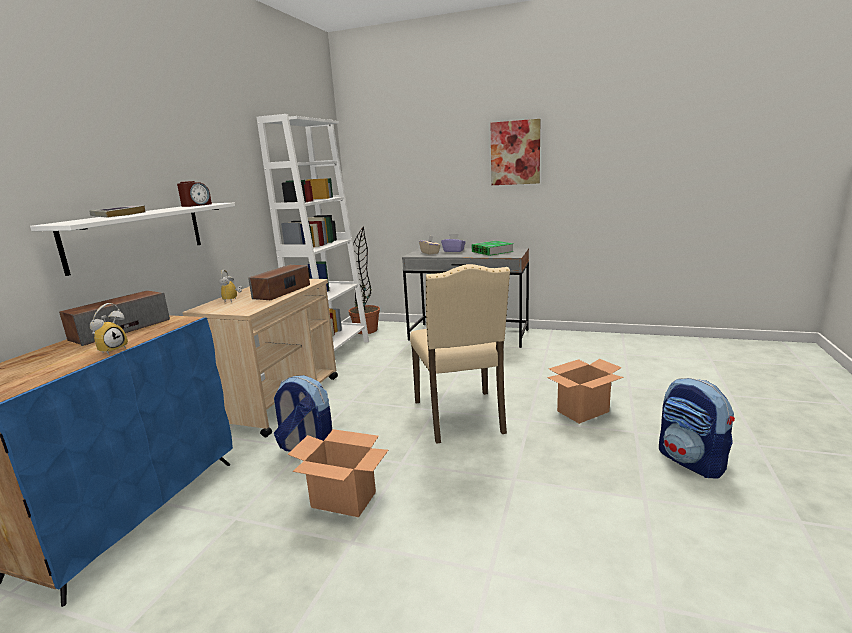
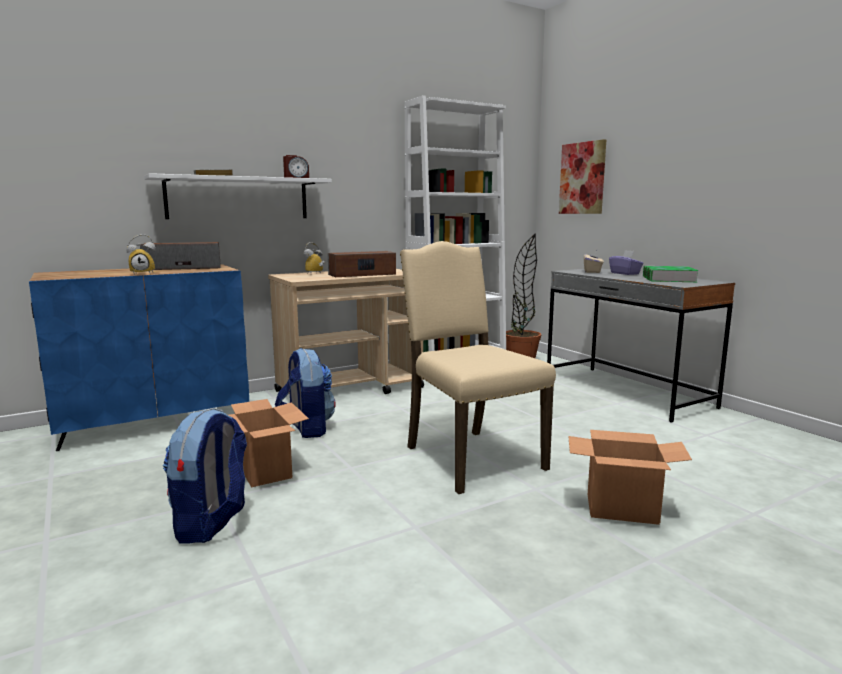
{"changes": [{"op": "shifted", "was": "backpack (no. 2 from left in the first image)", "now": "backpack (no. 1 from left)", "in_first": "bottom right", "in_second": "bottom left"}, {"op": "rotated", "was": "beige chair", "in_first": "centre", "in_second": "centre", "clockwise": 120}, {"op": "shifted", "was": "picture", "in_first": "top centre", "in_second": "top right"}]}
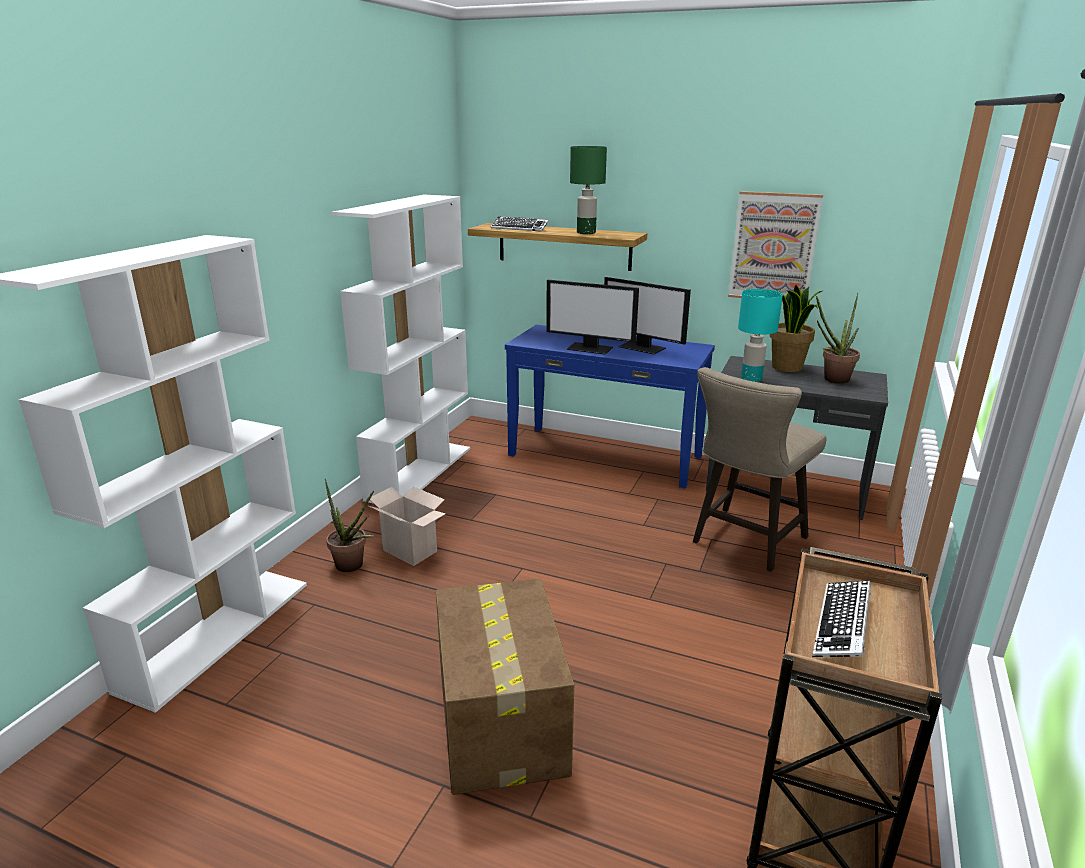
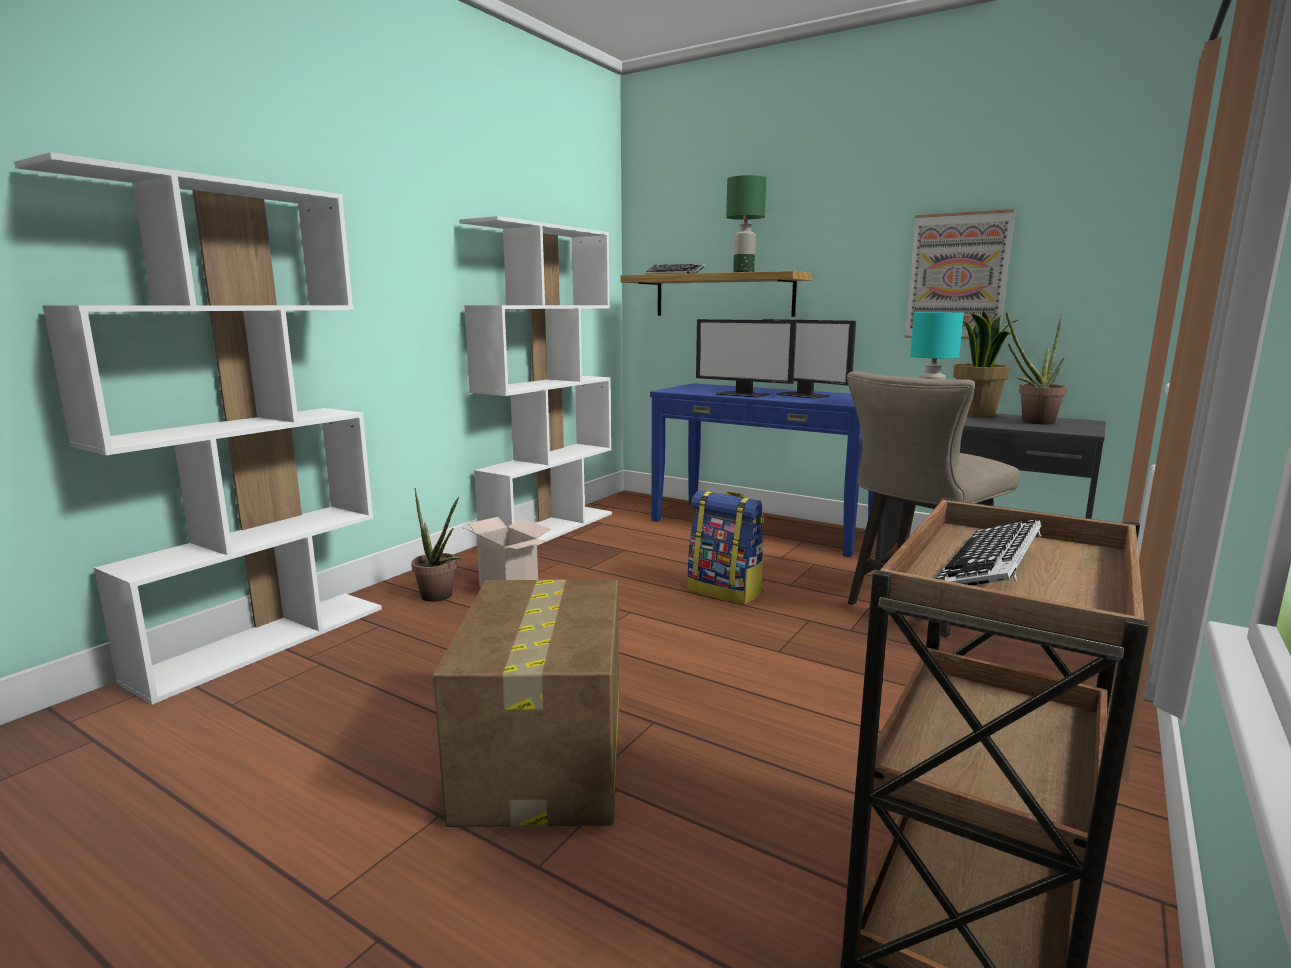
{"changes": [{"op": "new", "now": "backpack", "in_second": "centre"}]}
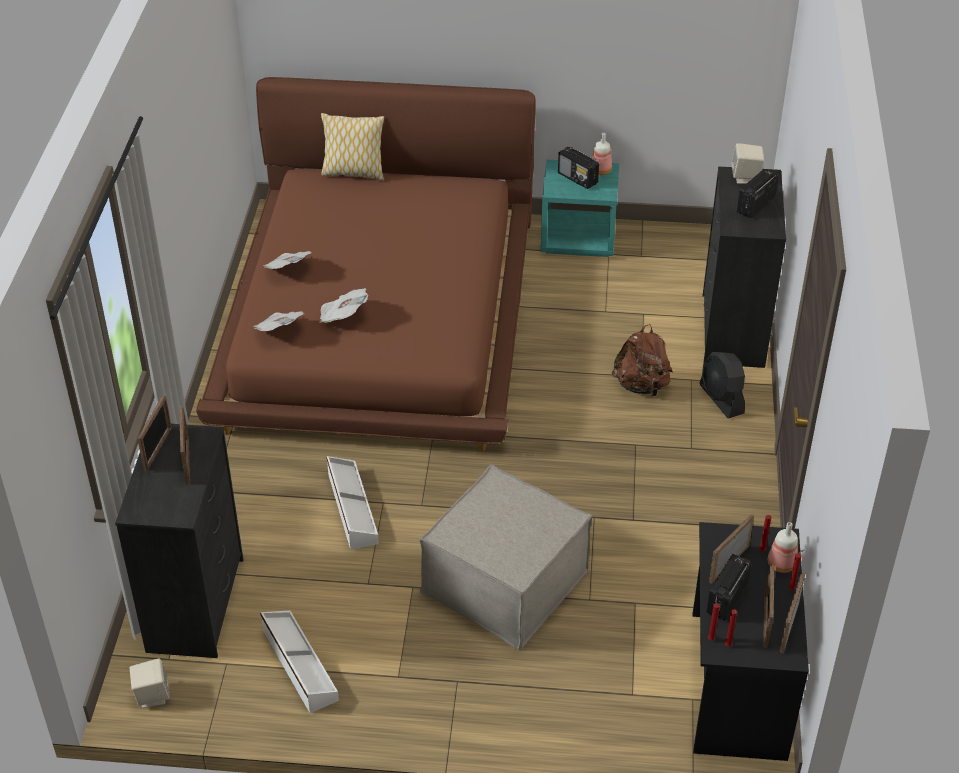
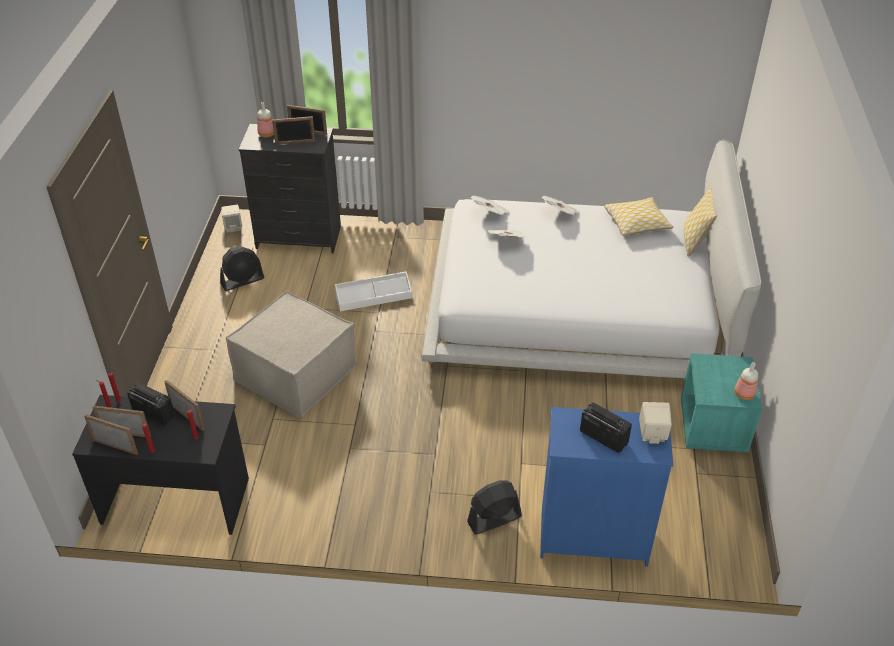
{"changes": [{"op": "swapped", "was": "white storage box (no. 1 from left)", "now": "black fan (no. 1 from left)", "in_first": "bottom left", "in_second": "middle left"}, {"op": "shifted", "was": "bottle (no. 2 from left in the first image)", "now": "bottle (no. 1 from left)", "in_first": "bottom right", "in_second": "top left"}, {"op": "repainted", "was": "brown bed", "now": "white bed", "in_first": "centre", "in_second": "centre"}, {"op": "repainted", "was": "black dresser (no. 2 from left)", "now": "blue dresser", "in_first": "middle right", "in_second": "bottom right"}, {"op": "new", "now": "pillow (no. 1 from left)", "in_second": "middle right"}, {"op": "gone", "was": "radio (no. 1 from left)", "in_first": "top centre"}, {"op": "gone", "was": "brown backpack", "in_first": "middle right"}]}
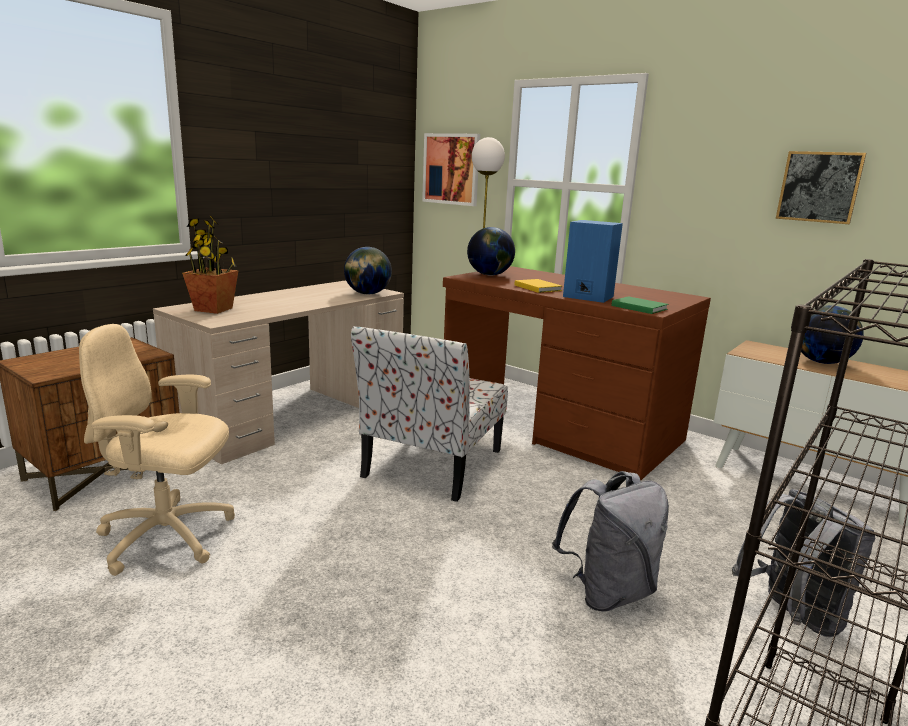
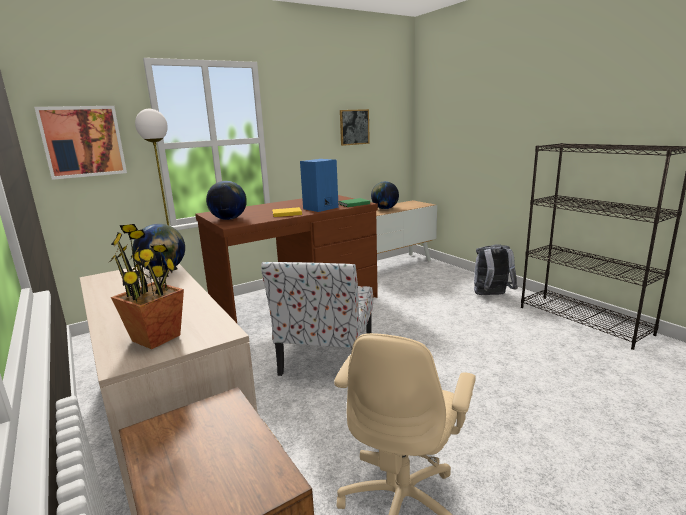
{"changes": [{"op": "rotated", "was": "chair", "in_first": "centre", "in_second": "centre", "clockwise": 60}, {"op": "gone", "was": "grey backpack (no. 1 from left)", "in_first": "bottom right"}]}
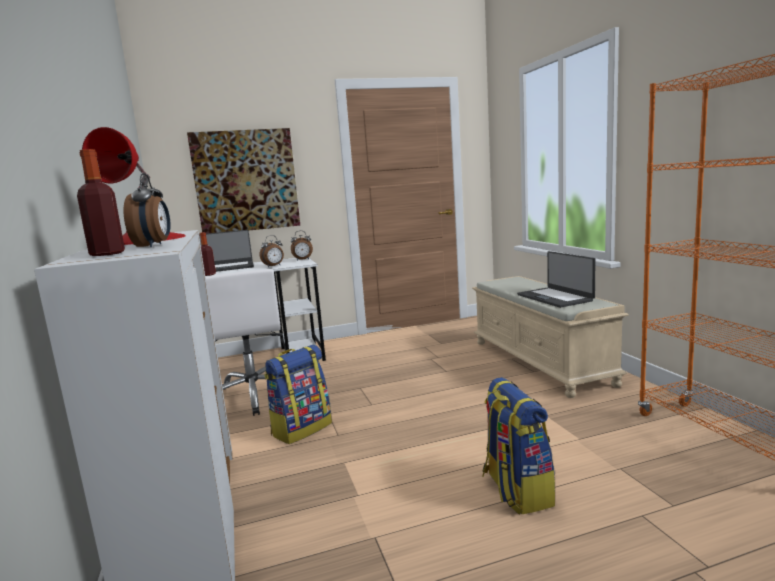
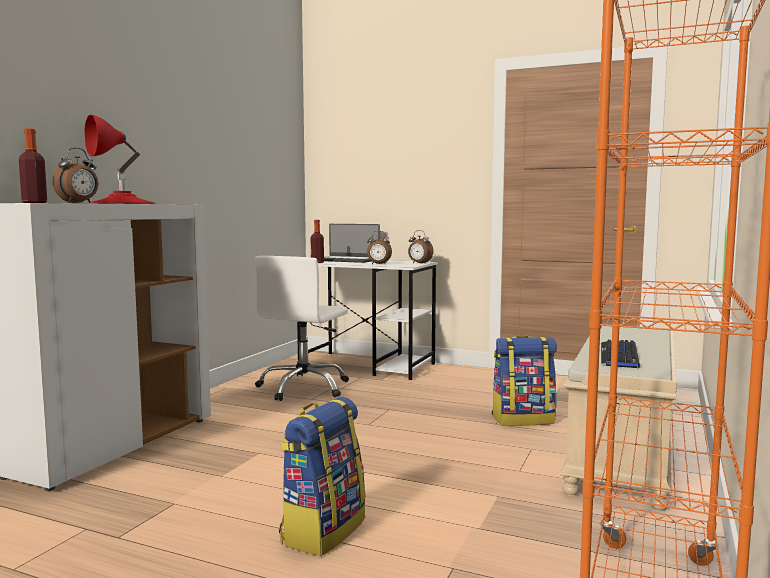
{"changes": [{"op": "shifted", "was": "backpack (no. 1 from left in the first image)", "now": "backpack (no. 2 from left)", "in_first": "bottom centre", "in_second": "middle right"}, {"op": "swapped", "was": "laptop (no. 2 from left)", "now": "keyboard", "in_first": "middle right", "in_second": "middle right"}, {"op": "gone", "was": "picture", "in_first": "top left"}]}
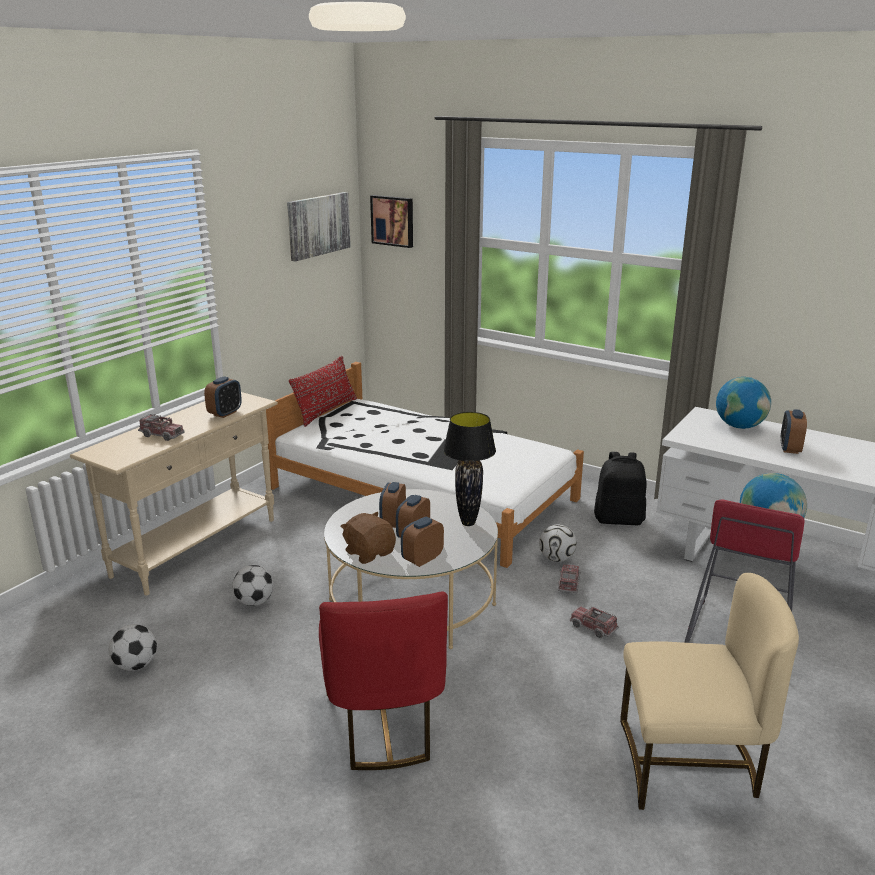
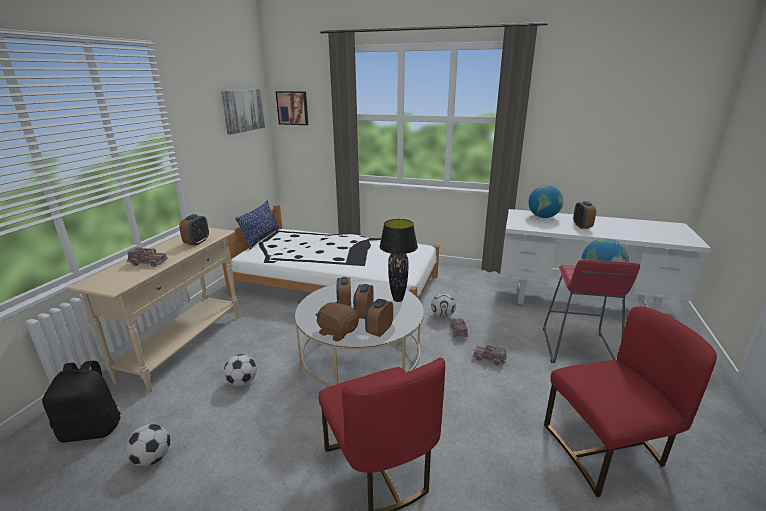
{"changes": [{"op": "shifted", "was": "black backpack", "in_first": "middle right", "in_second": "bottom left"}, {"op": "repainted", "was": "red pillow", "now": "blue pillow", "in_first": "centre", "in_second": "centre"}, {"op": "repainted", "was": "beige chair", "now": "red chair (no. 2 from left)", "in_first": "bottom right", "in_second": "bottom right"}]}
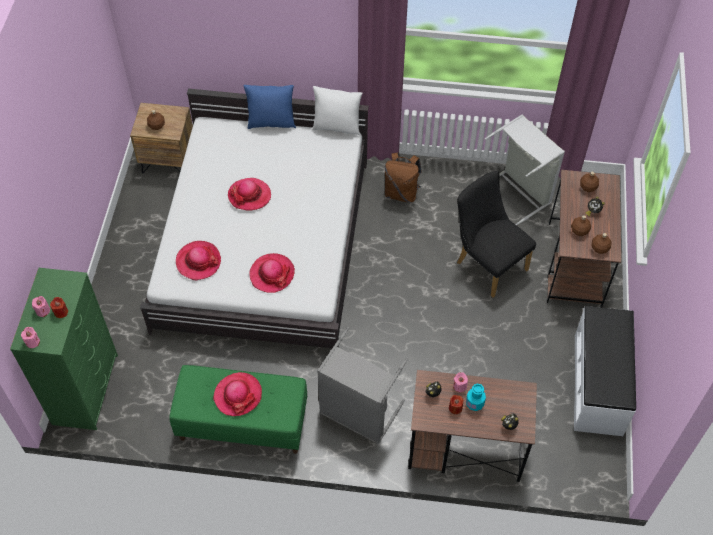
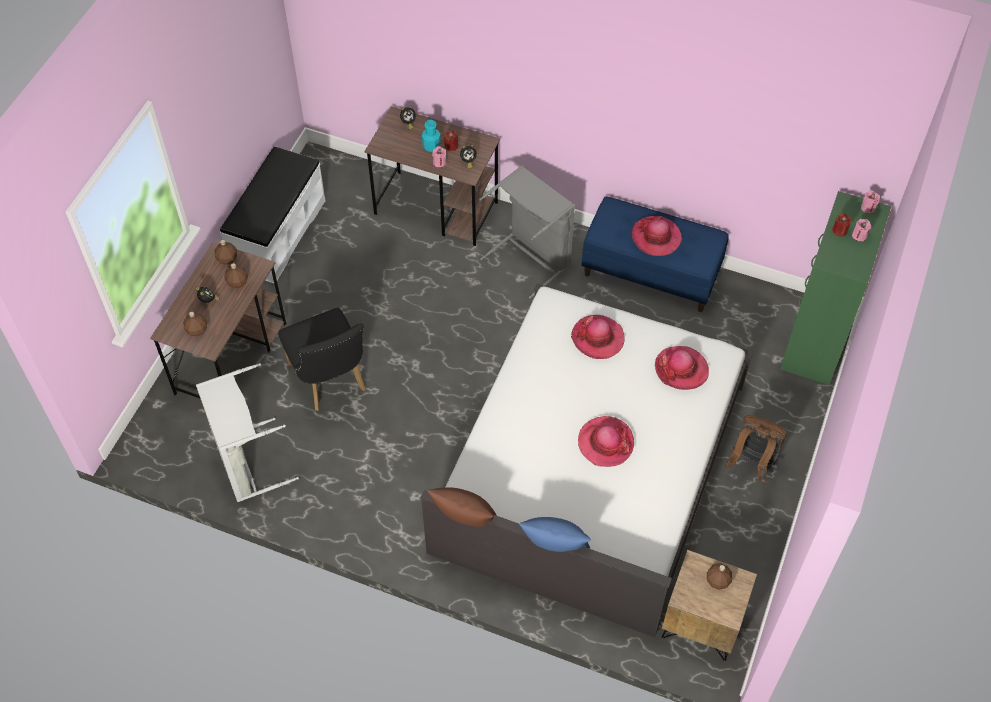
{"changes": [{"op": "repainted", "was": "white pillow", "now": "brown pillow", "in_first": "top centre", "in_second": "bottom centre"}, {"op": "repainted", "was": "green bench", "now": "blue bench", "in_first": "bottom centre", "in_second": "centre"}, {"op": "shifted", "was": "brown backpack", "in_first": "top centre", "in_second": "middle right"}]}
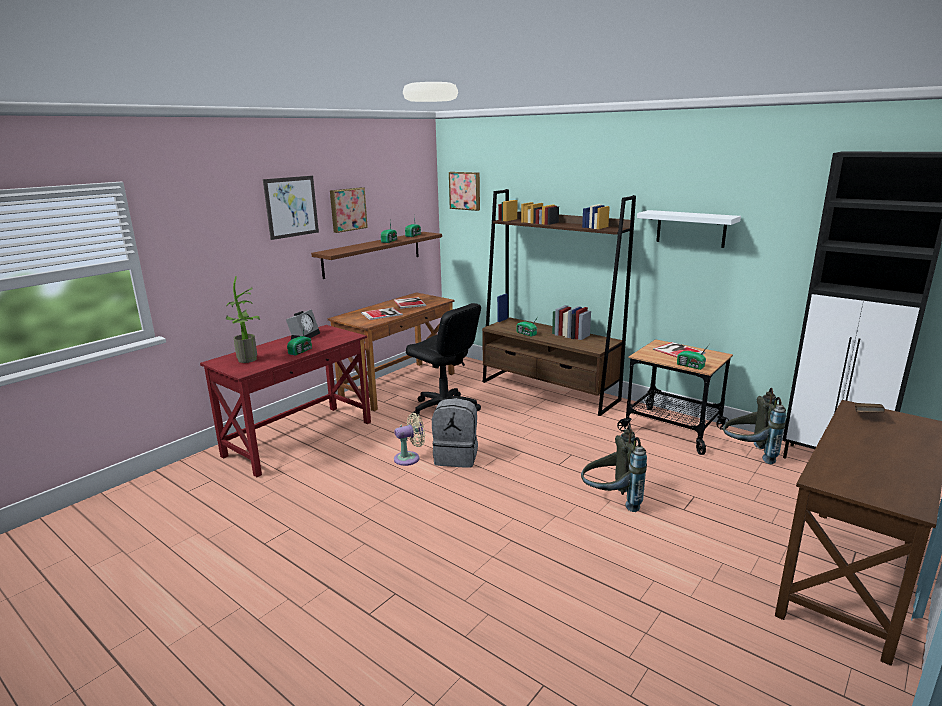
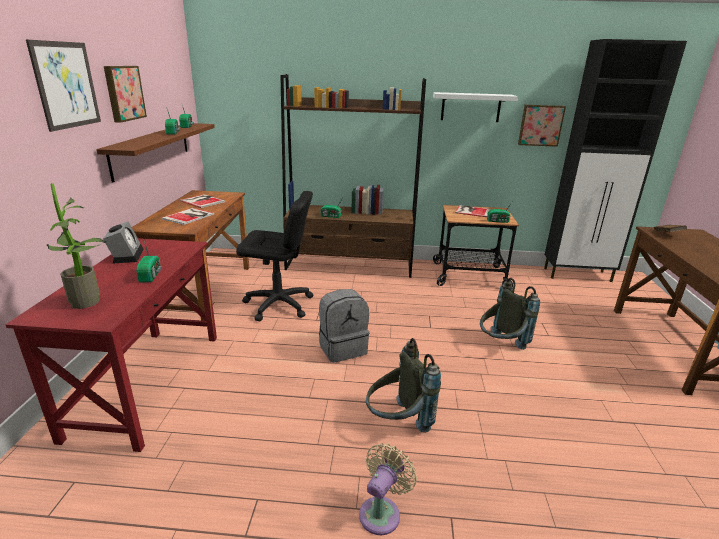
{"changes": [{"op": "shifted", "was": "beige fan", "in_first": "centre", "in_second": "bottom centre"}, {"op": "shifted", "was": "grey backpack (no. 3 from left in the first image)", "now": "grey backpack (no. 2 from left)", "in_first": "middle right", "in_second": "bottom centre"}, {"op": "shifted", "was": "picture (no. 3 from left)", "in_first": "top centre", "in_second": "top right"}]}
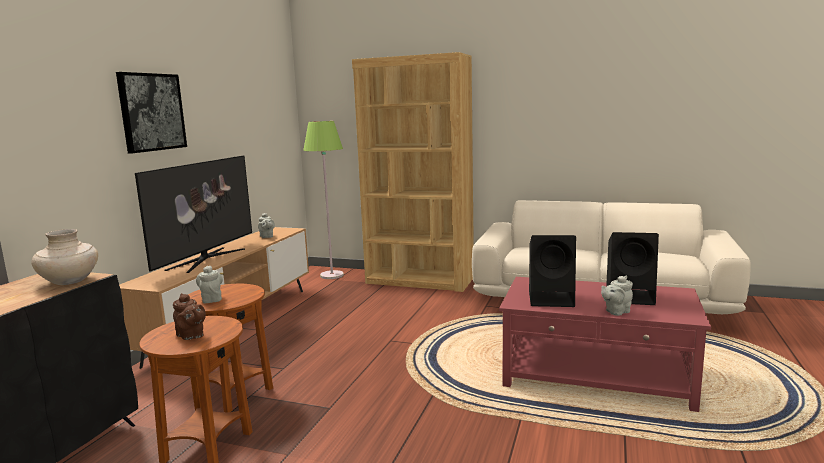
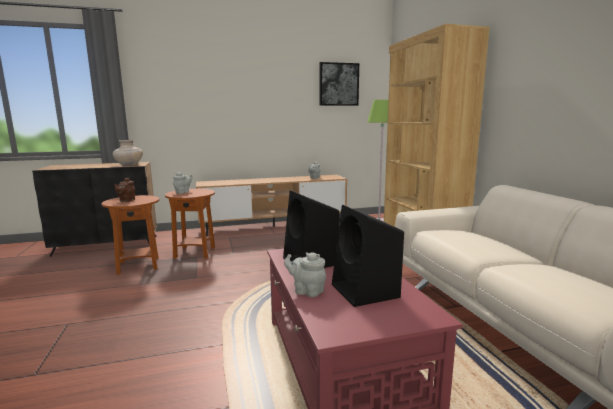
{"changes": [{"op": "shifted", "was": "picture", "in_first": "top left", "in_second": "top centre"}, {"op": "gone", "was": "television", "in_first": "middle left"}]}
